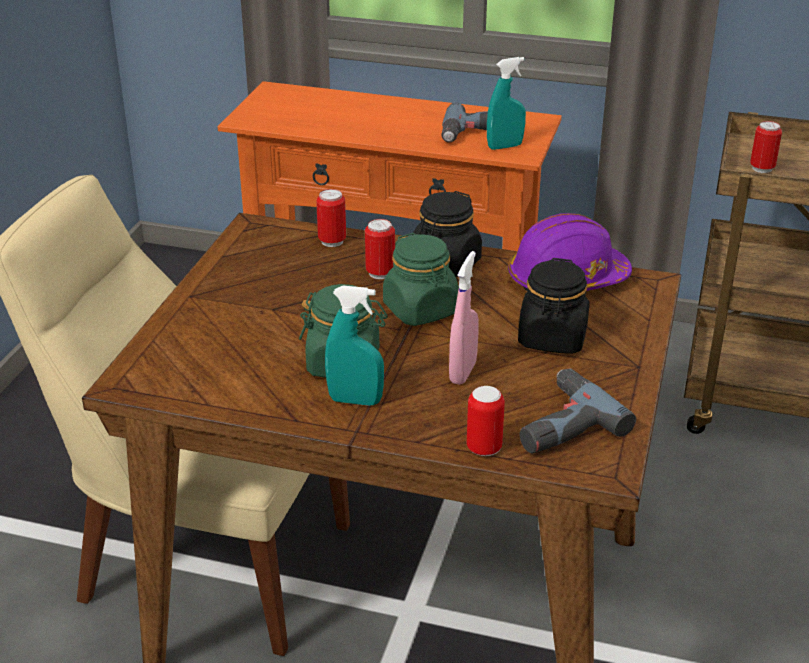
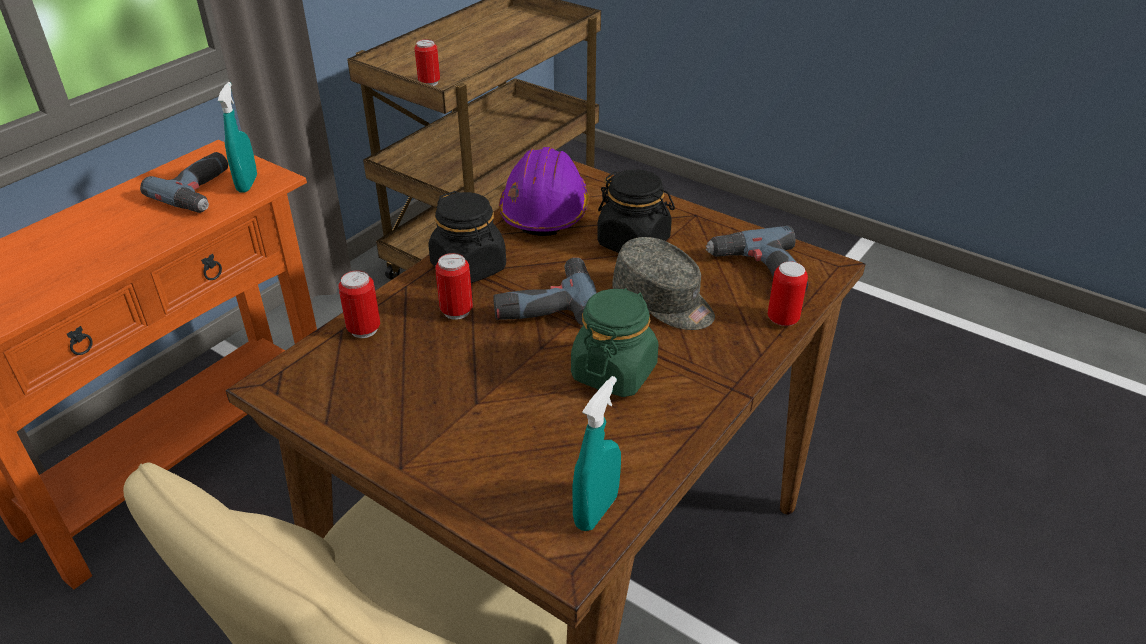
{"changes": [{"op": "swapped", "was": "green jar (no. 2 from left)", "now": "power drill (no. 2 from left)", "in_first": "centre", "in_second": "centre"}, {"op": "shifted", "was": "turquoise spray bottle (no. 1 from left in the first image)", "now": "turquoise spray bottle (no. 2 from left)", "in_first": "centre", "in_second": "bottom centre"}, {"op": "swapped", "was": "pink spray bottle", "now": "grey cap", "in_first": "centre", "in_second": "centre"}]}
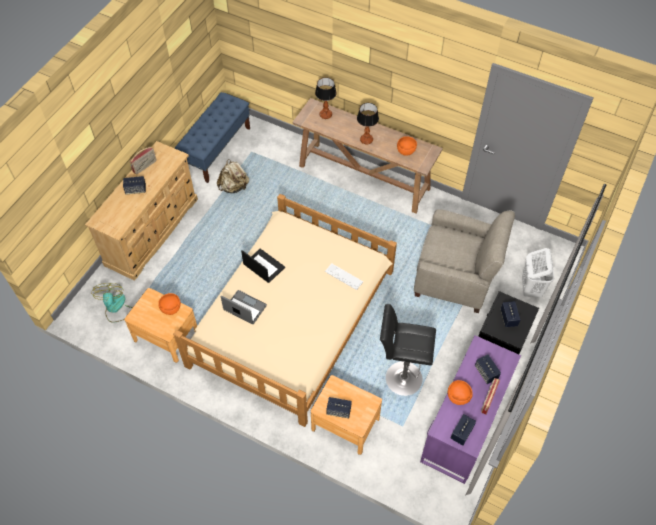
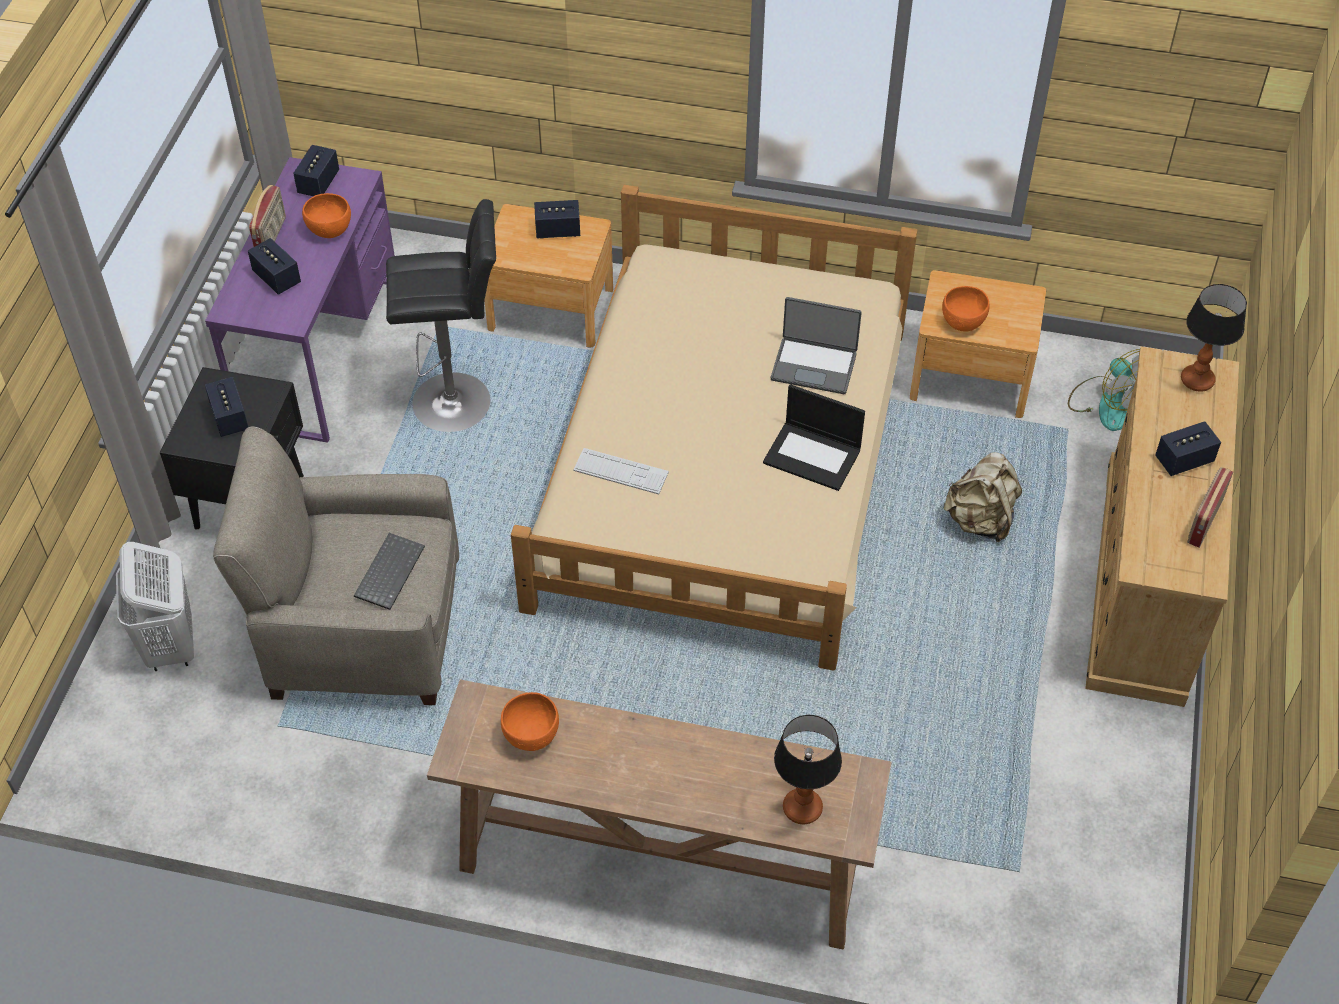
{"changes": [{"op": "new", "now": "keyboard (no. 1 from left)", "in_second": "middle left"}, {"op": "shifted", "was": "beige backpack", "in_first": "centre", "in_second": "middle right"}, {"op": "shifted", "was": "table lamp (no. 2 from left)", "in_first": "top centre", "in_second": "middle right"}, {"op": "gone", "was": "blue bench", "in_first": "top left"}]}
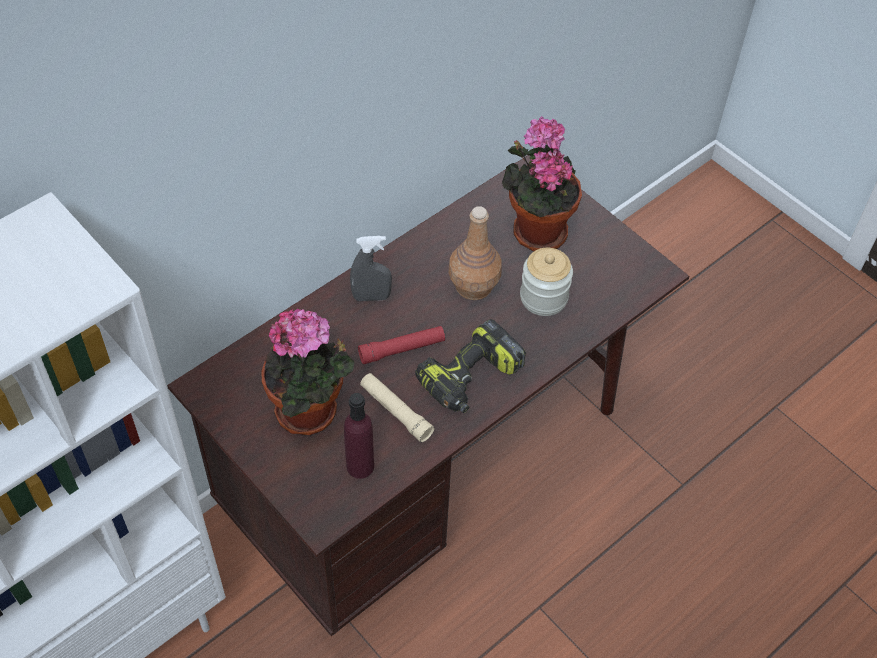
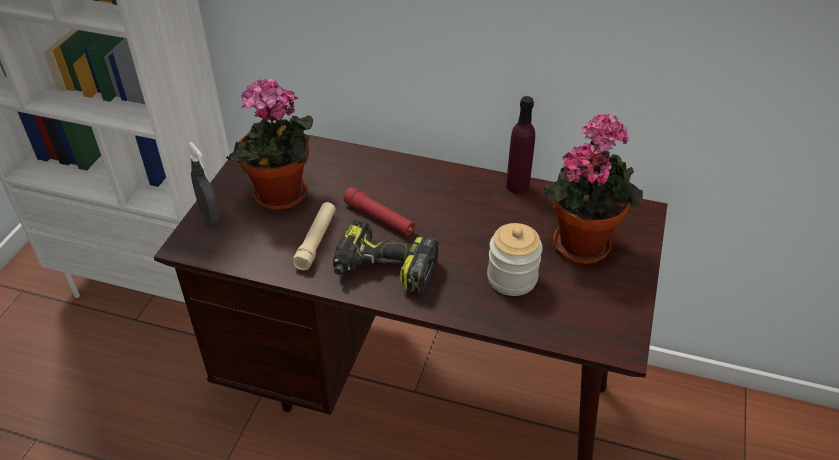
{"changes": [{"op": "shifted", "was": "grey spray bottle", "in_first": "centre", "in_second": "middle left"}, {"op": "shifted", "was": "purple bottle", "in_first": "centre", "in_second": "top centre"}, {"op": "gone", "was": "brown bottle", "in_first": "centre"}]}
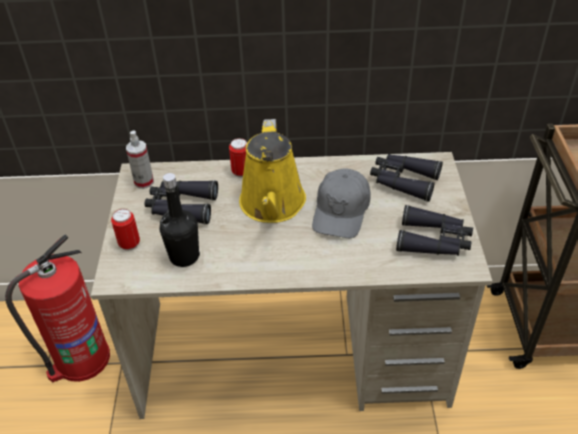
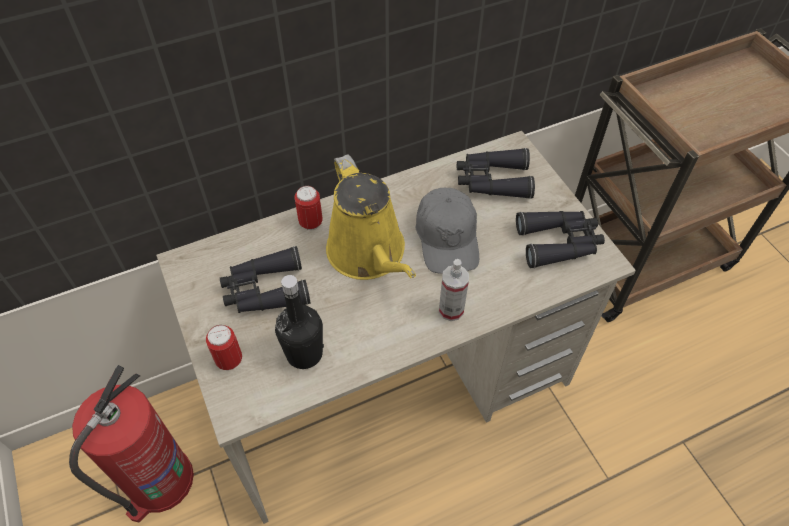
{"changes": [{"op": "shifted", "was": "spray bottle", "in_first": "middle left", "in_second": "centre"}]}
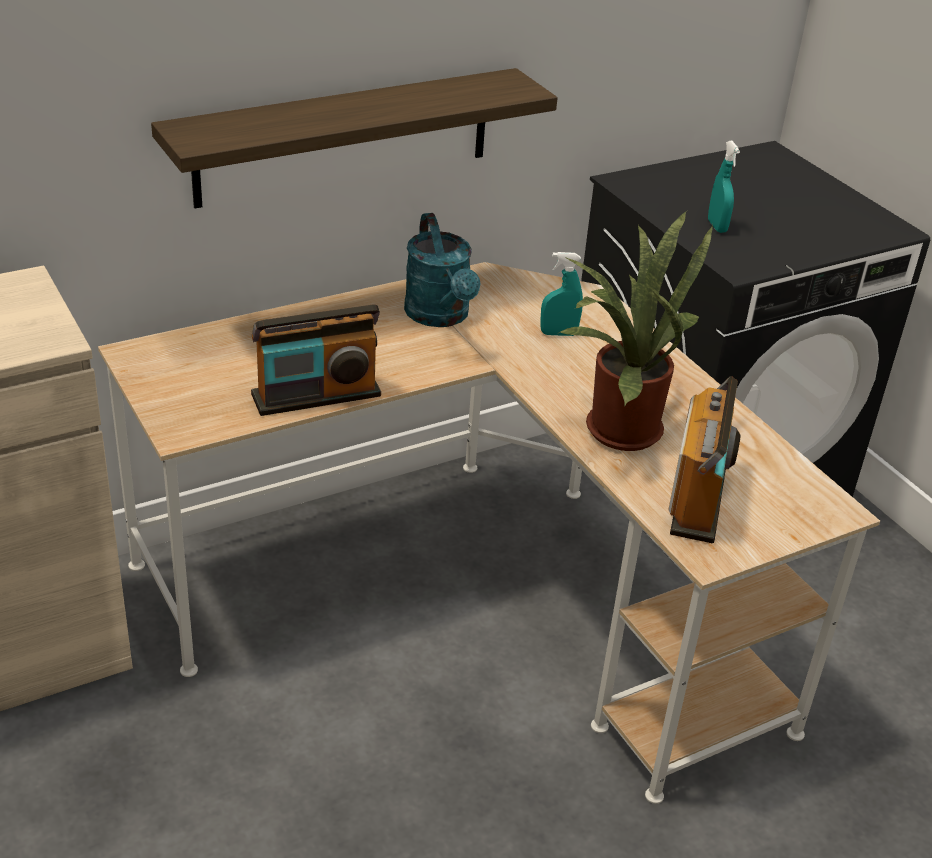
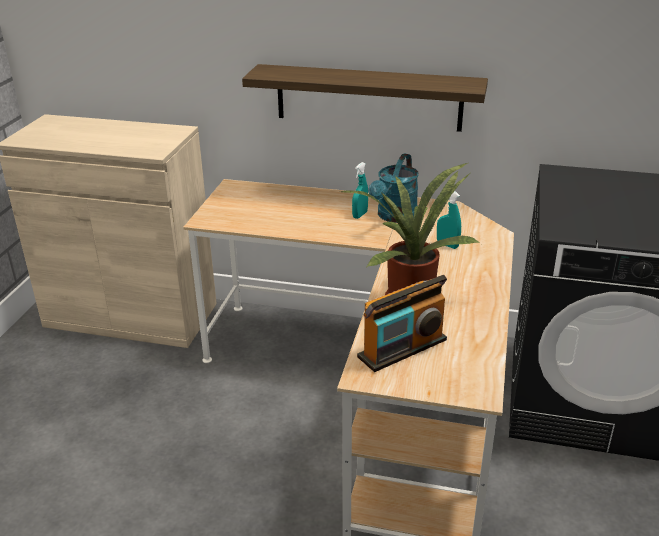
{"changes": [{"op": "shifted", "was": "turquoise spray bottle (no. 2 from left in the first image)", "now": "turquoise spray bottle (no. 1 from left)", "in_first": "top right", "in_second": "centre"}, {"op": "gone", "was": "radio (no. 1 from left)", "in_first": "centre"}]}
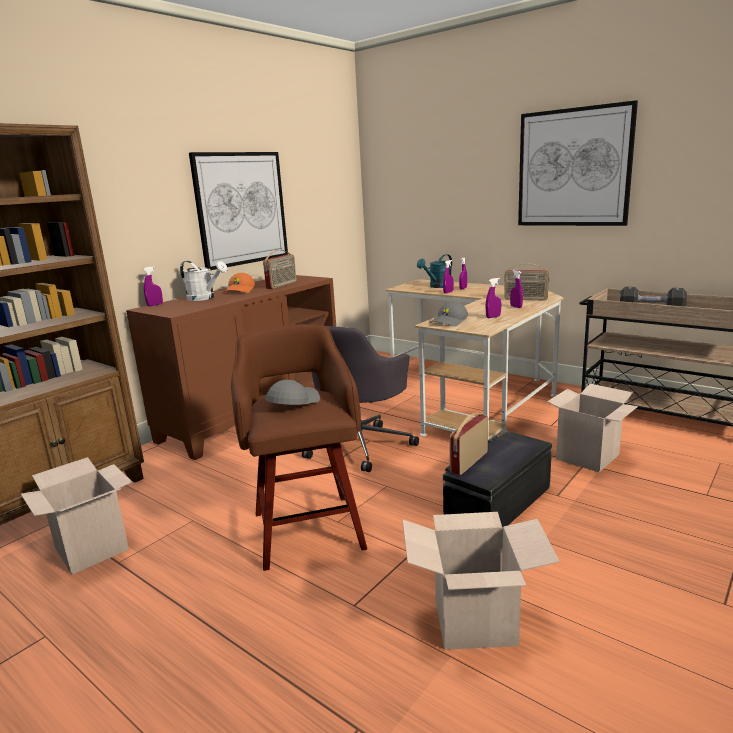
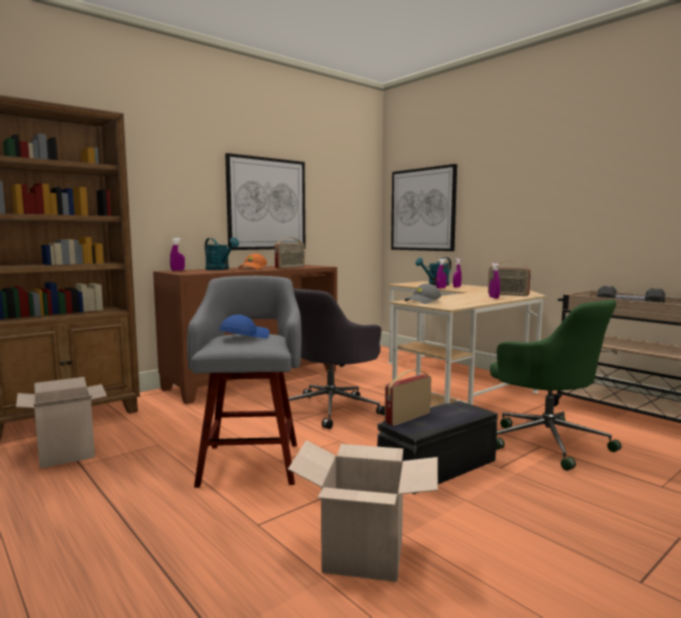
{"changes": [{"op": "repainted", "was": "brown stool", "now": "grey stool", "in_first": "centre", "in_second": "centre"}, {"op": "repainted", "was": "white watering can", "now": "turquoise watering can (no. 1 from left)", "in_first": "middle left", "in_second": "middle left"}, {"op": "repainted", "was": "grey cap (no. 1 from left)", "now": "blue cap", "in_first": "centre", "in_second": "centre"}, {"op": "shifted", "was": "picture (no. 2 from left)", "in_first": "top right", "in_second": "centre"}, {"op": "swapped", "was": "cardboard box (no. 3 from left)", "now": "green office chair", "in_first": "middle right", "in_second": "middle right"}, {"op": "gone", "was": "purple spray bottle (no. 4 from left)", "in_first": "middle right"}]}
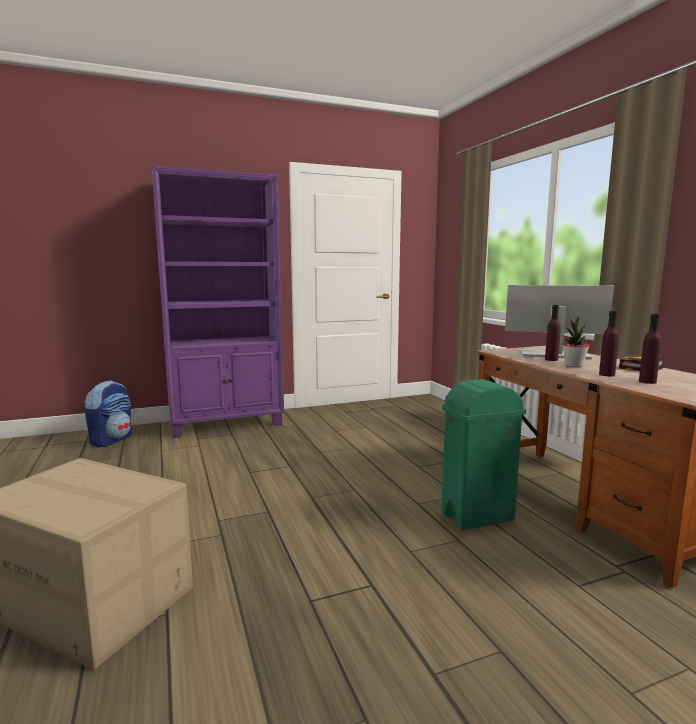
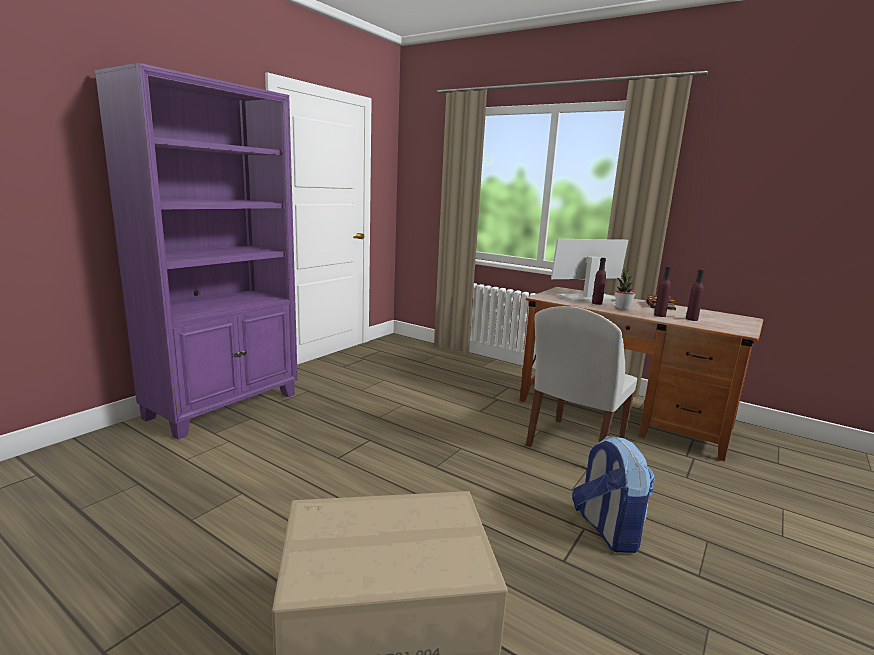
{"changes": [{"op": "swapped", "was": "green trash can", "now": "white chair", "in_first": "middle right", "in_second": "centre"}, {"op": "shifted", "was": "backpack", "in_first": "middle left", "in_second": "bottom right"}]}
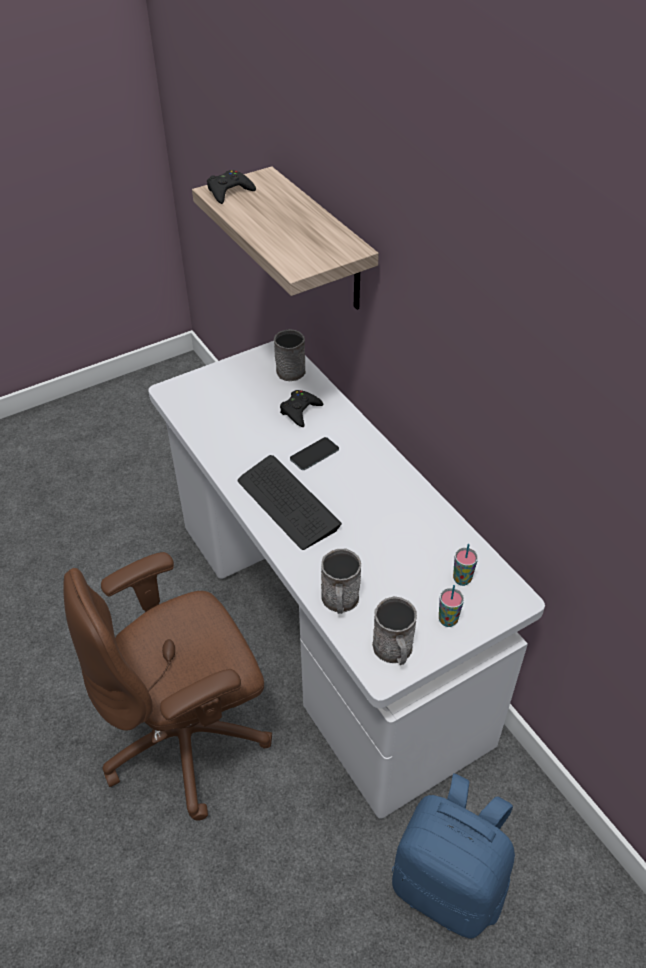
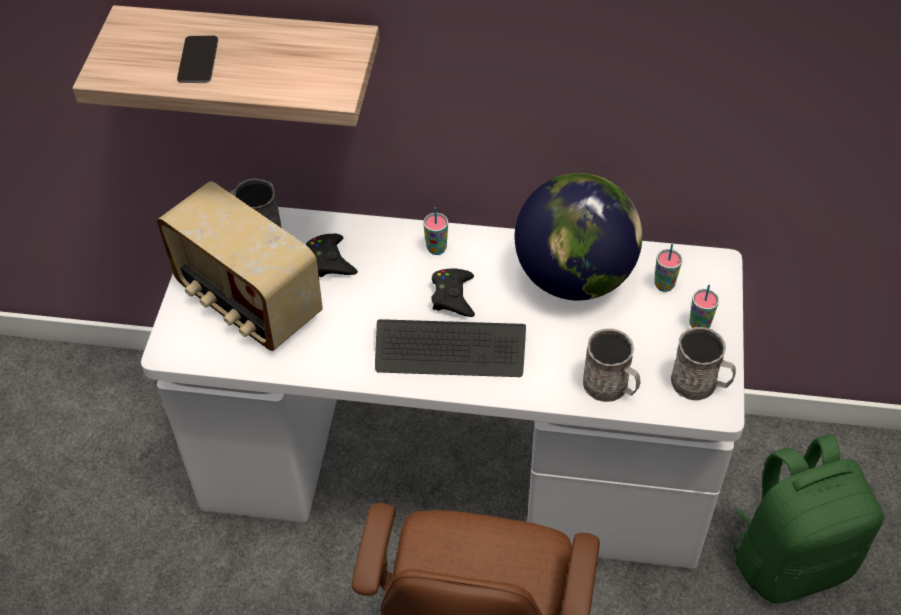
{"changes": [{"op": "new", "now": "radio", "in_second": "middle left"}, {"op": "shifted", "was": "phone", "in_first": "centre", "in_second": "top left"}, {"op": "new", "now": "cup (no. 1 from left)", "in_second": "centre"}, {"op": "shifted", "was": "black game controller (no. 1 from left in the first image)", "now": "black game controller (no. 2 from left)", "in_first": "top centre", "in_second": "centre"}, {"op": "new", "now": "globe", "in_second": "centre"}, {"op": "repainted", "was": "blue backpack", "now": "green backpack", "in_first": "bottom right", "in_second": "bottom right"}]}
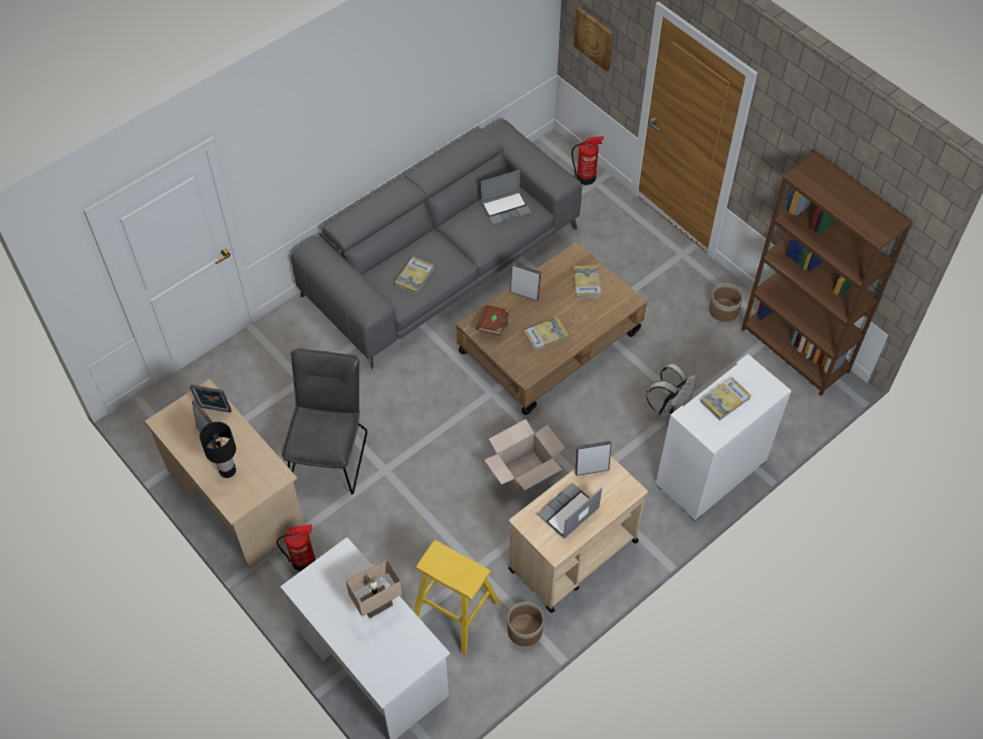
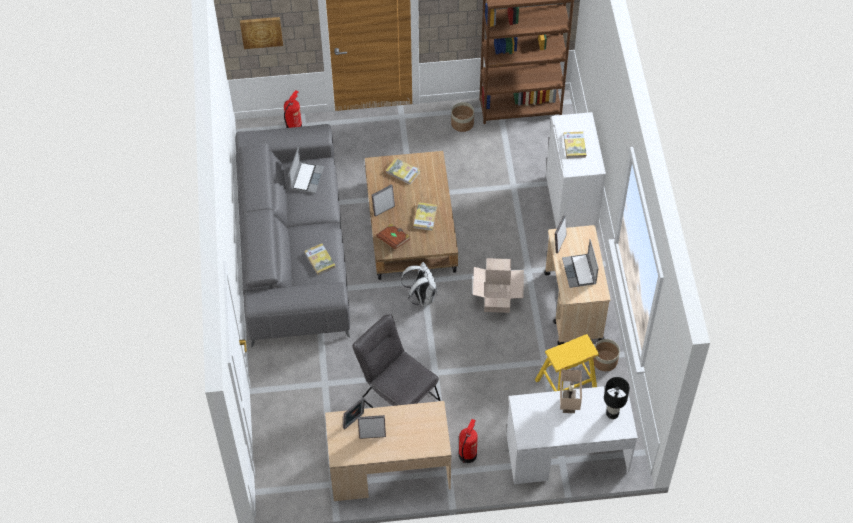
{"changes": [{"op": "shifted", "was": "white backpack", "in_first": "middle right", "in_second": "centre"}, {"op": "shifted", "was": "black table lamp", "in_first": "middle left", "in_second": "bottom right"}]}
